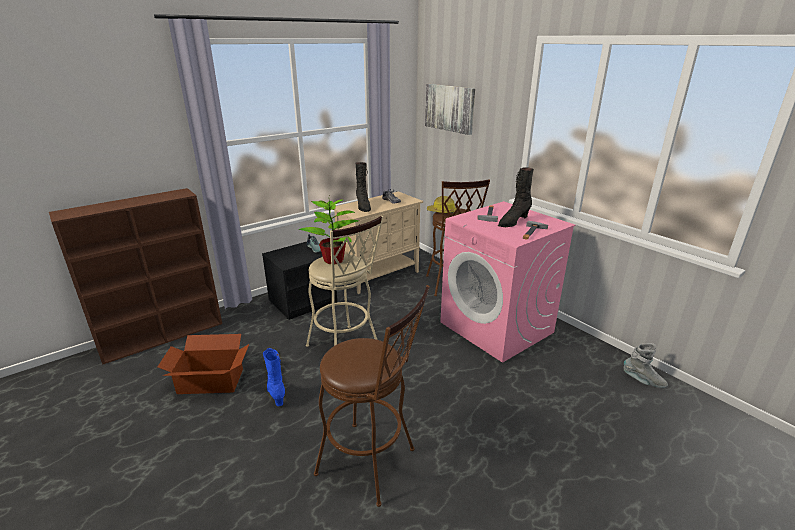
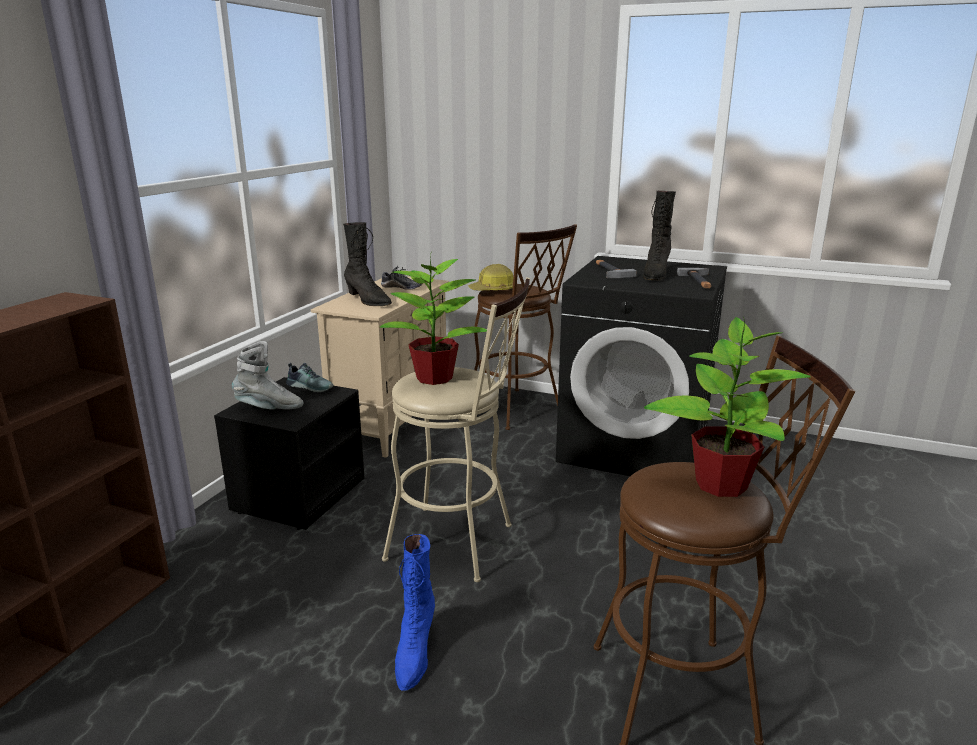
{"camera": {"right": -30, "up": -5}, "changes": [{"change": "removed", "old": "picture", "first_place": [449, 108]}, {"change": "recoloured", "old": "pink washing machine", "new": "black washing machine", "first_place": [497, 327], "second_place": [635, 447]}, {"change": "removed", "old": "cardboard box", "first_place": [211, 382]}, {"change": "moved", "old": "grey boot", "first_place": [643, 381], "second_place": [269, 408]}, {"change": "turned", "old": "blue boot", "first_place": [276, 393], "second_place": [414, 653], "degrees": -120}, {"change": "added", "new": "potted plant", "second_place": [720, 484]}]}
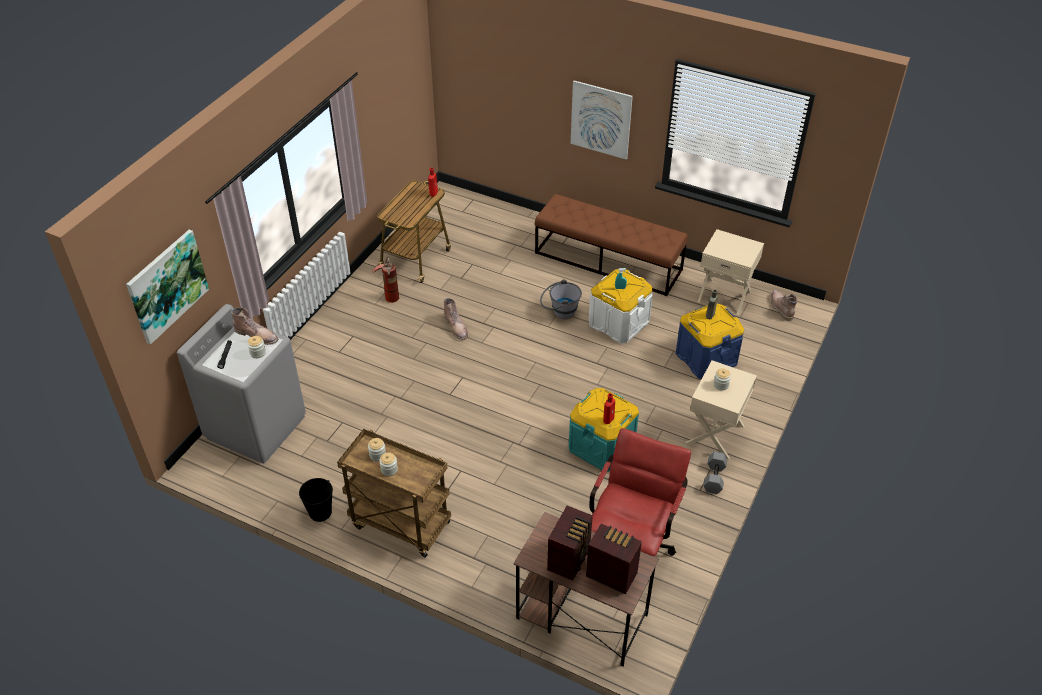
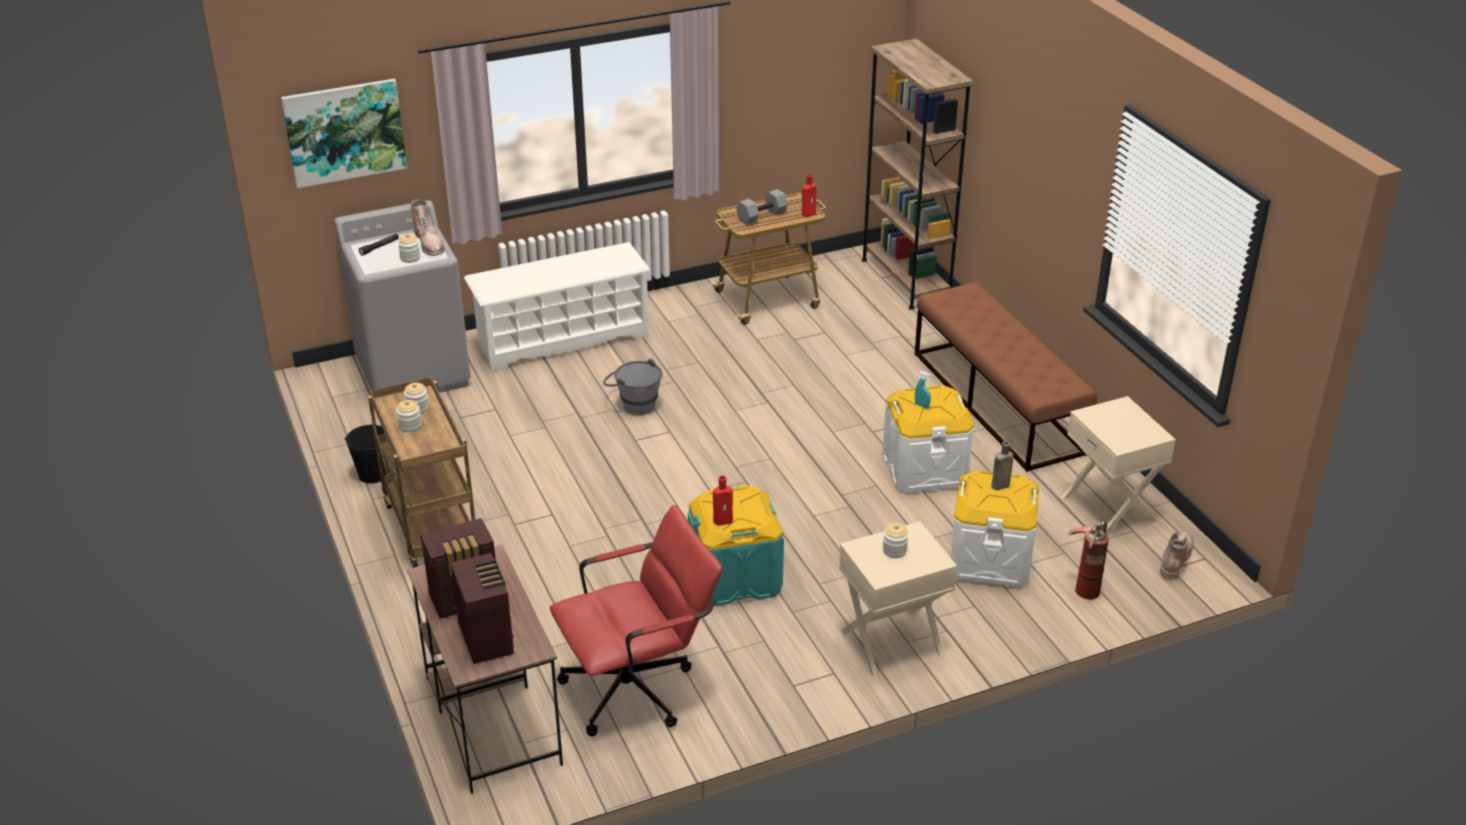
{"camera": {"right": 40, "up": -10}, "changes": [{"change": "removed", "old": "picture", "first_place": [601, 120]}, {"change": "moved", "old": "fire extinguisher", "first_place": [389, 295], "second_place": [1086, 585]}, {"change": "moved", "old": "grey bucket", "first_place": [559, 312], "second_place": [633, 404]}, {"change": "removed", "old": "brown boot", "first_place": [457, 327]}, {"change": "recoloured", "old": "blue storage box", "new": "white storage box", "first_place": [706, 358], "second_place": [990, 560]}, {"change": "moved", "old": "grey dumbbell", "first_place": [713, 477], "second_place": [761, 216]}, {"change": "added", "new": "brown bookcase", "second_place": [906, 279]}, {"change": "added", "new": "white shoe rack", "second_place": [562, 339]}]}
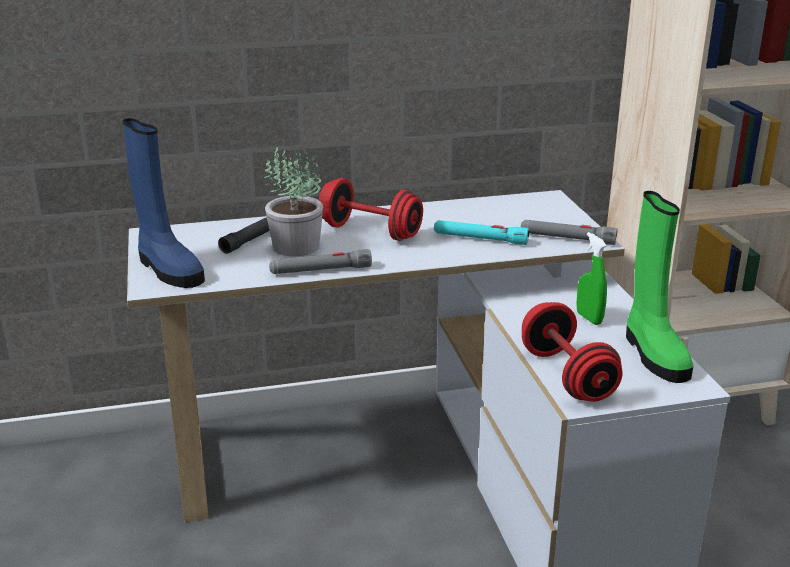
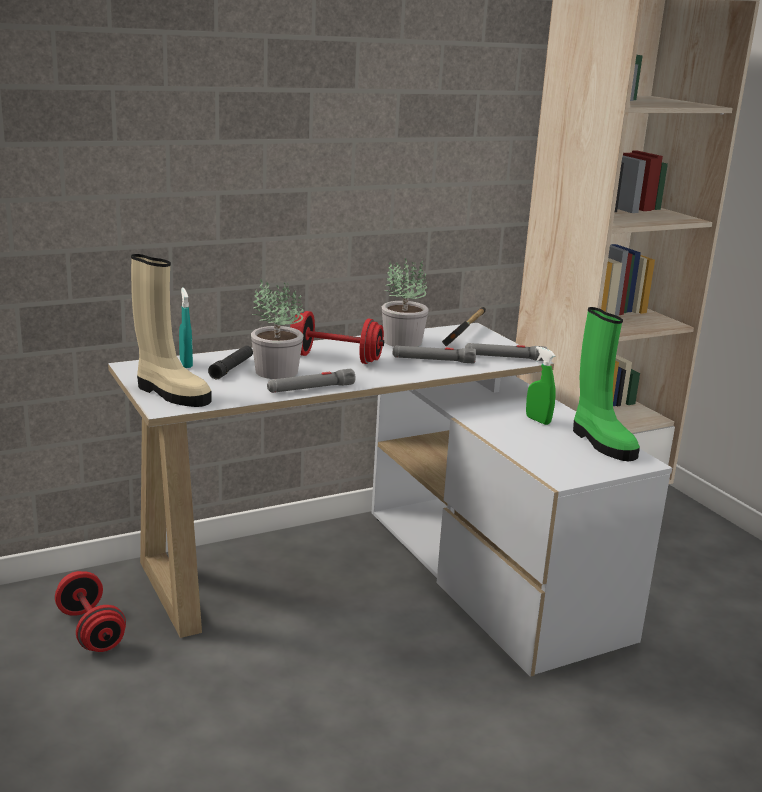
{"camera": {"right": -15, "up": -5}, "changes": [{"change": "recoloured", "old": "blue boot", "new": "beige boot", "first_place": [168, 269], "second_place": [170, 393]}, {"change": "recoloured", "old": "turquoise flashlight", "new": "grey flashlight", "first_place": [480, 239], "second_place": [433, 360]}, {"change": "moved", "old": "red dumbbell", "first_place": [567, 375], "second_place": [91, 630]}, {"change": "added", "new": "potted plant", "second_place": [403, 341]}, {"change": "added", "new": "turquoise spray bottle", "second_place": [186, 364]}, {"change": "added", "new": "hammer", "second_place": [465, 335]}]}
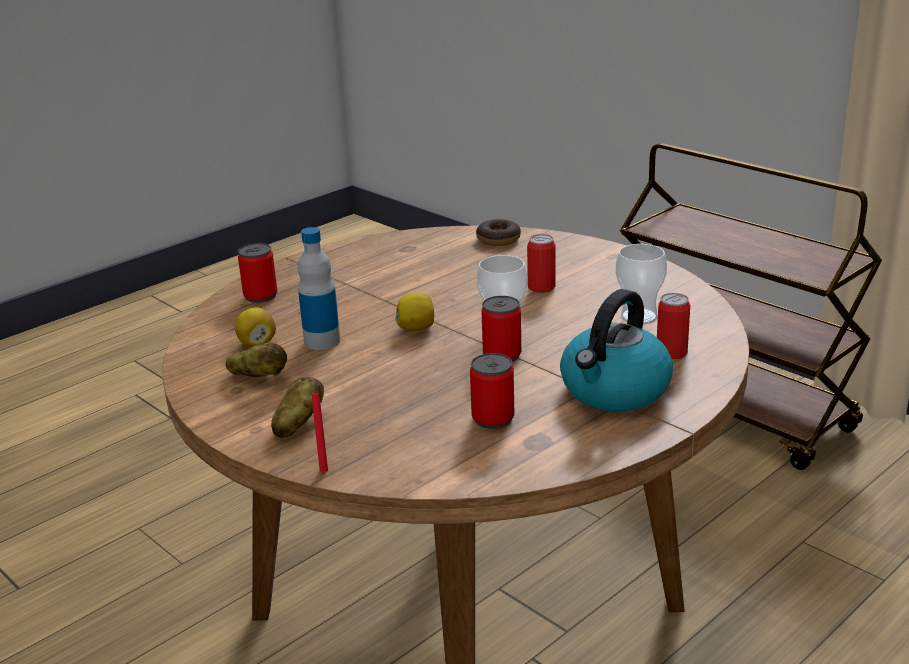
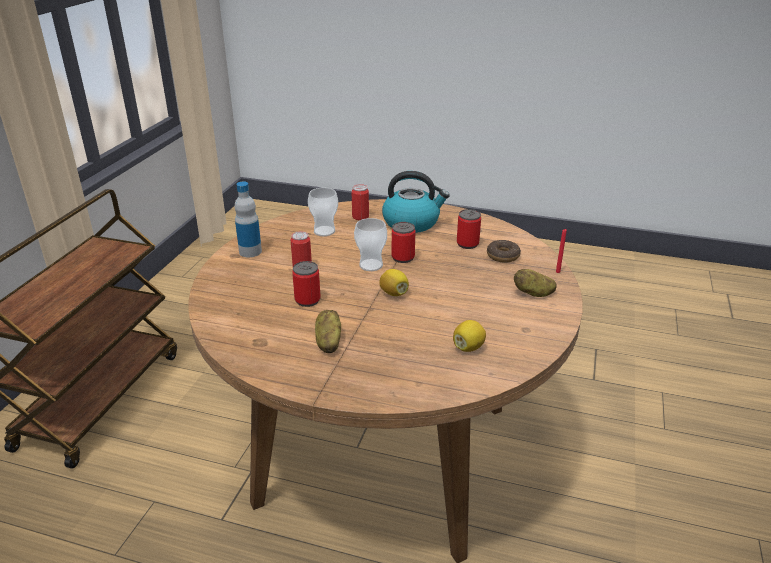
{"camera": {"right": -120, "up": 5}, "changes": [{"change": "moved", "old": "donut", "first_place": [498, 239], "second_place": [503, 256]}, {"change": "moved", "old": "bottle", "first_place": [322, 341], "second_place": [250, 251]}, {"change": "moved", "old": "can", "first_place": [260, 296], "second_place": [307, 300]}, {"change": "moved", "old": "potato", "first_place": [259, 377], "second_place": [328, 342]}]}
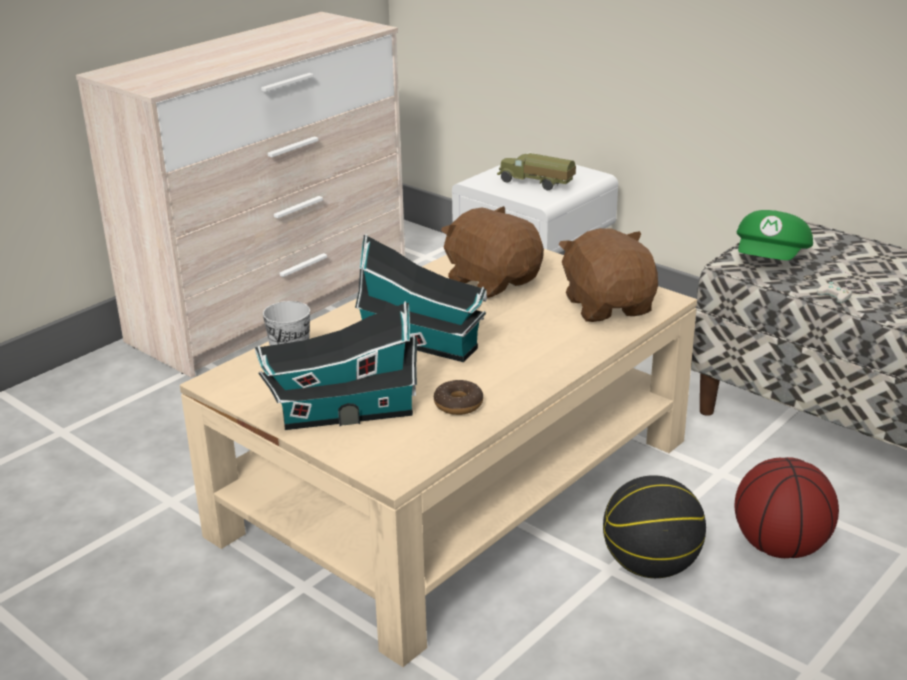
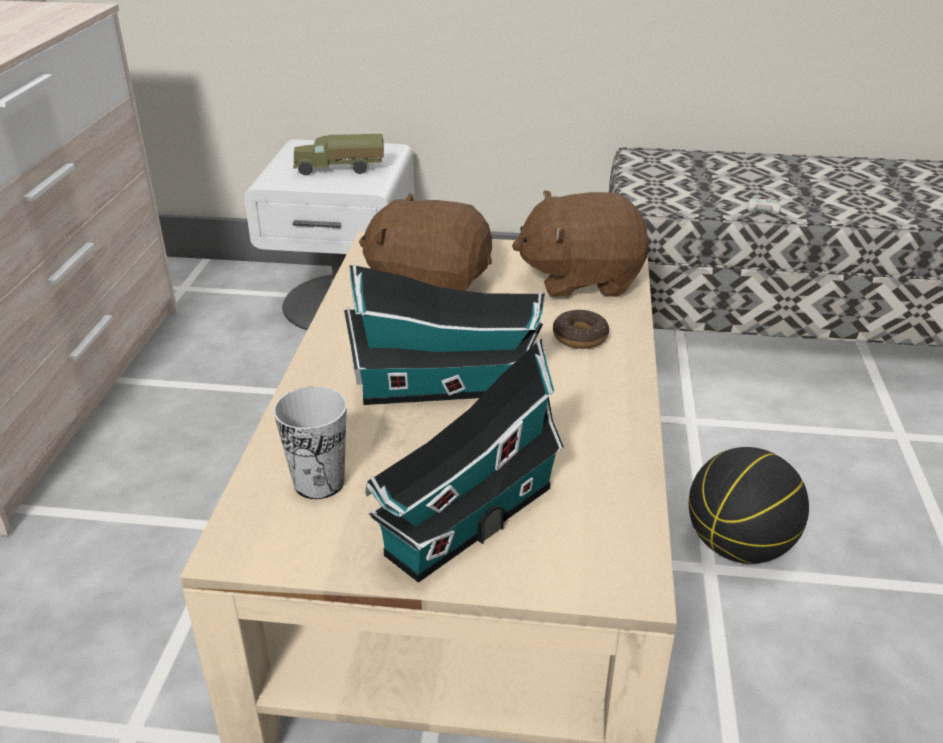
{"camera": {"right": -35, "up": 5}, "changes": [{"change": "removed", "old": "green cap", "first_place": [771, 260]}, {"change": "turned", "old": "brown plush toy", "first_place": [608, 306], "second_place": [581, 279], "degrees": -45}, {"change": "moved", "old": "donut", "first_place": [458, 404], "second_place": [580, 337]}, {"change": "removed", "old": "basketball", "first_place": [780, 546]}]}
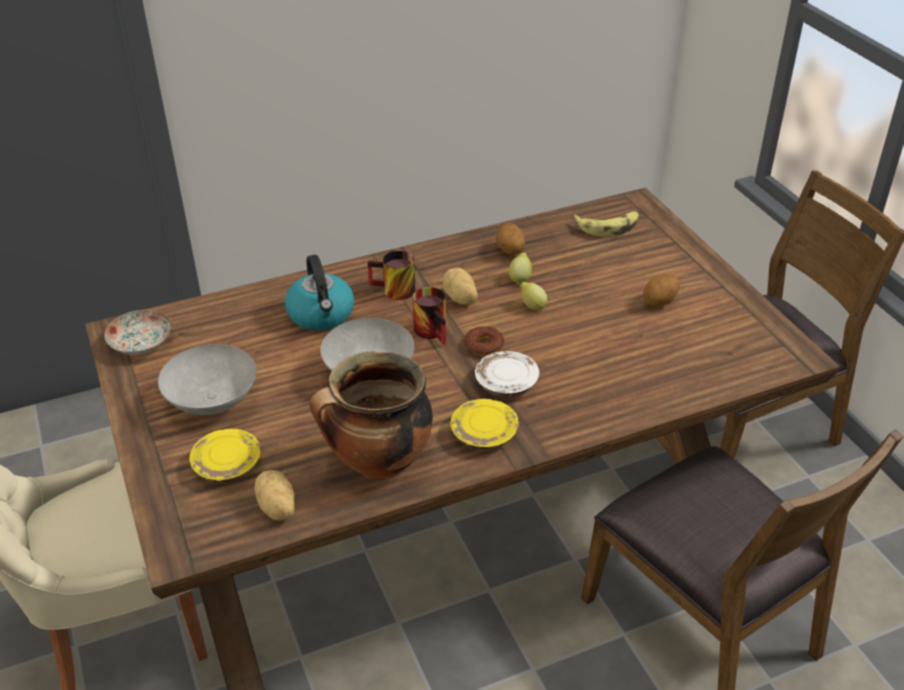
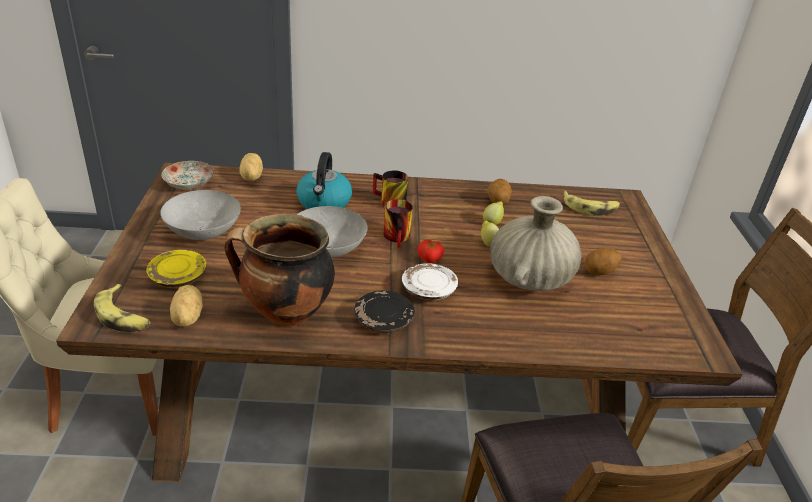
{"camera": {"right": 20, "up": -5}, "changes": [{"change": "moved", "old": "potato", "first_place": [459, 299], "second_place": [250, 177]}, {"change": "replaced", "old": "donut", "new": "tomato", "first_place": [484, 345], "second_place": [430, 258]}, {"change": "recoloured", "old": "yellow plate", "new": "black plate", "first_place": [484, 433], "second_place": [384, 320]}, {"change": "added", "new": "beige vase", "second_place": [530, 279]}, {"change": "added", "new": "banana", "second_place": [123, 316]}]}
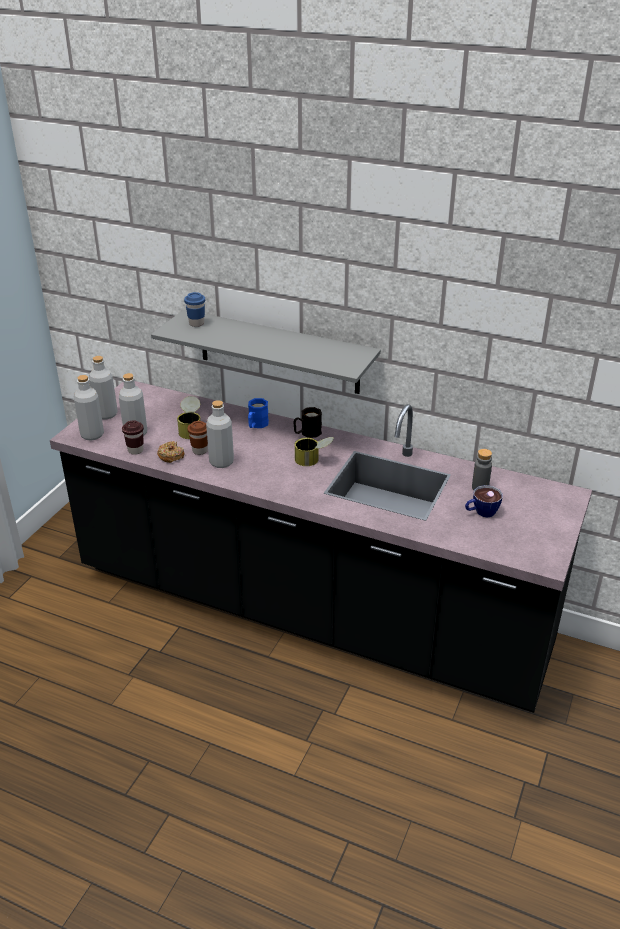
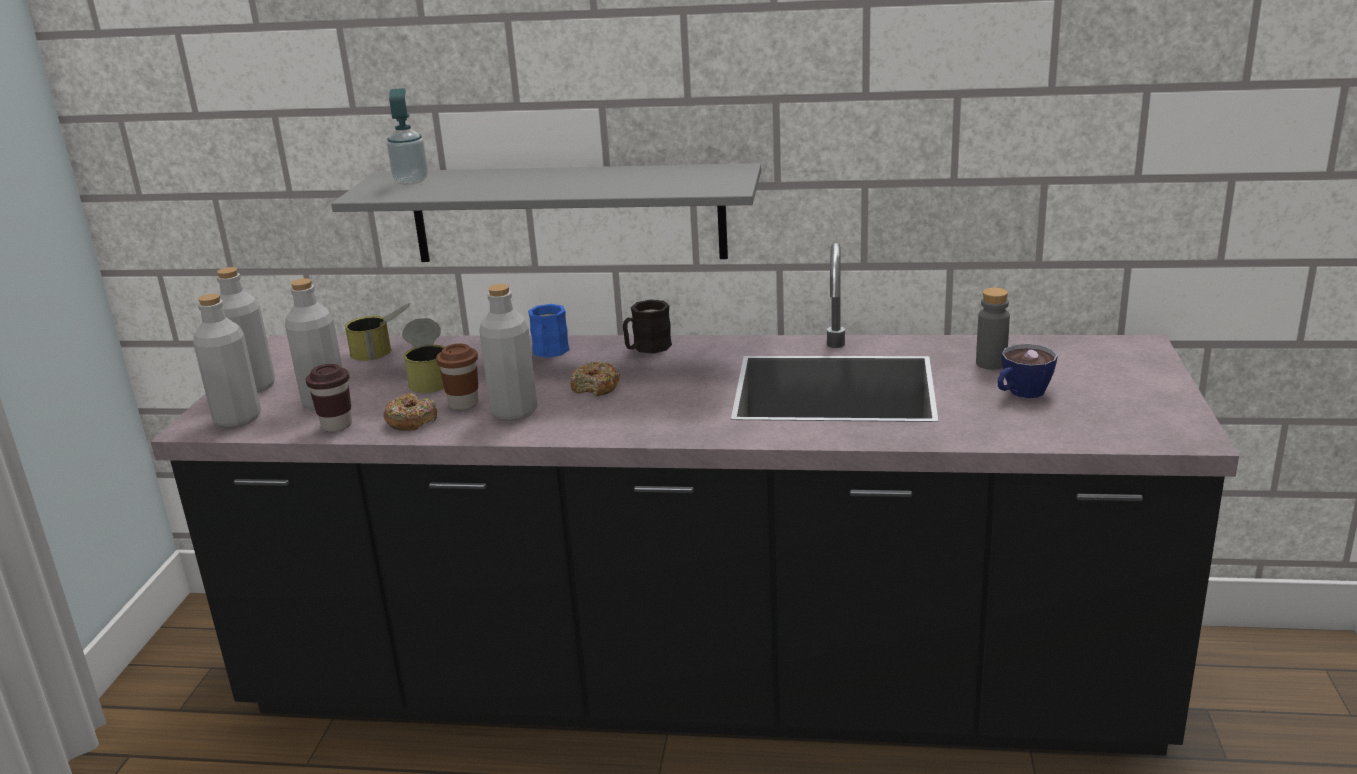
{"camera": {"right": -15, "up": -10}, "changes": [{"change": "replaced", "old": "blue cup", "new": "soap dispenser", "first_place": [196, 323], "second_place": [411, 181]}, {"change": "moved", "old": "can", "first_place": [313, 461], "second_place": [383, 352]}, {"change": "added", "new": "donut", "second_place": [596, 387]}]}
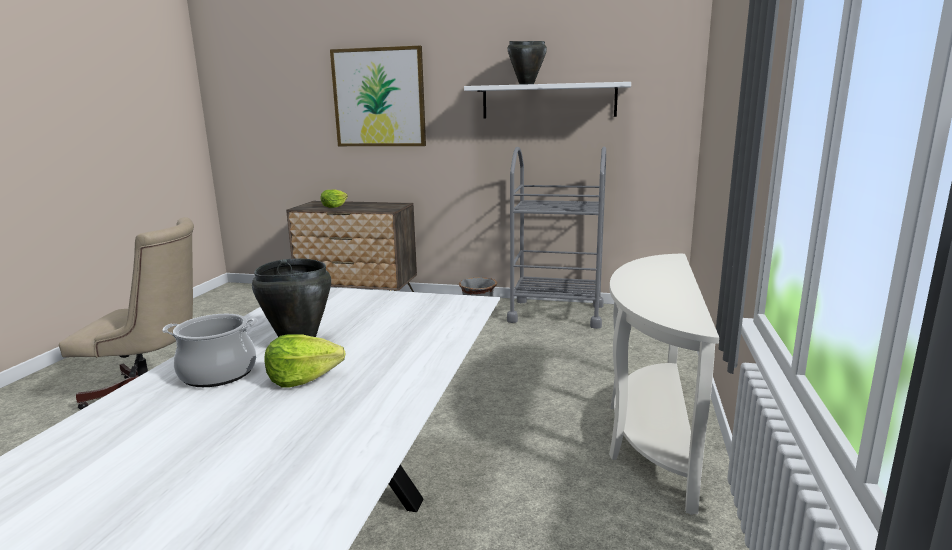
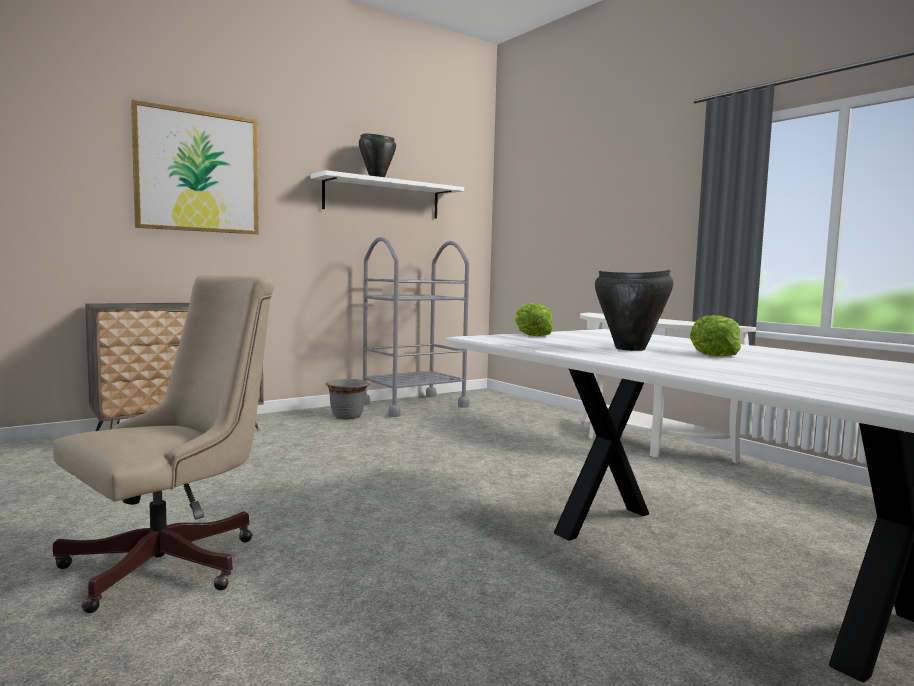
{"camera": {"right": -50, "up": -10}, "changes": [{"change": "moved", "old": "lettuce", "first_place": [334, 206], "second_place": [530, 335]}, {"change": "removed", "old": "cooking pot", "first_place": [217, 373]}]}
